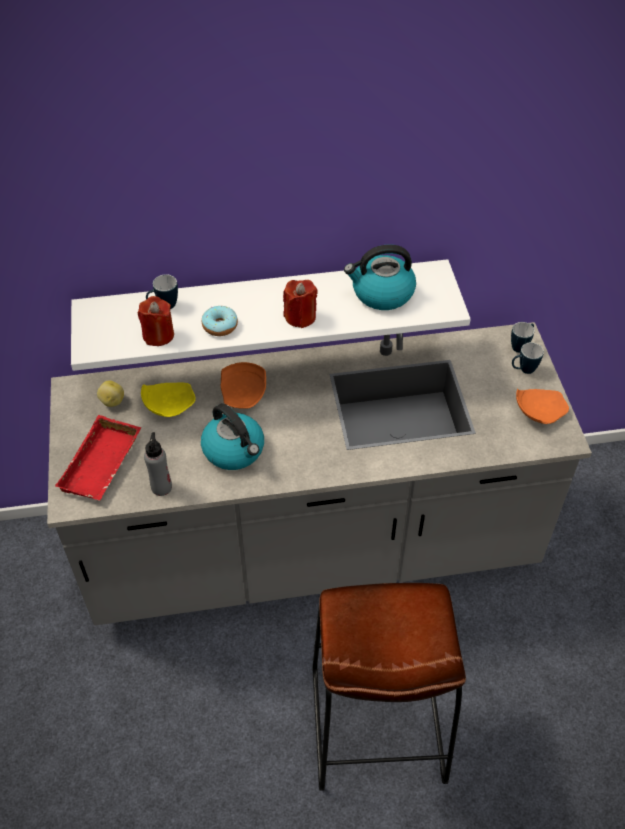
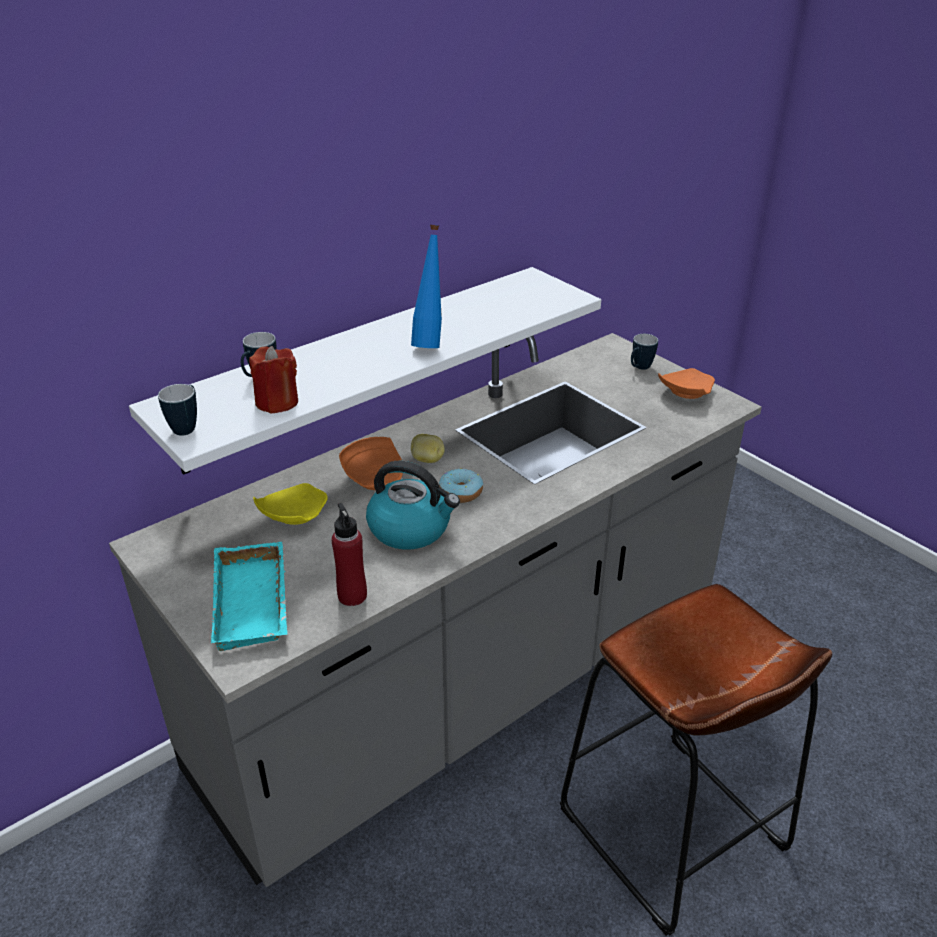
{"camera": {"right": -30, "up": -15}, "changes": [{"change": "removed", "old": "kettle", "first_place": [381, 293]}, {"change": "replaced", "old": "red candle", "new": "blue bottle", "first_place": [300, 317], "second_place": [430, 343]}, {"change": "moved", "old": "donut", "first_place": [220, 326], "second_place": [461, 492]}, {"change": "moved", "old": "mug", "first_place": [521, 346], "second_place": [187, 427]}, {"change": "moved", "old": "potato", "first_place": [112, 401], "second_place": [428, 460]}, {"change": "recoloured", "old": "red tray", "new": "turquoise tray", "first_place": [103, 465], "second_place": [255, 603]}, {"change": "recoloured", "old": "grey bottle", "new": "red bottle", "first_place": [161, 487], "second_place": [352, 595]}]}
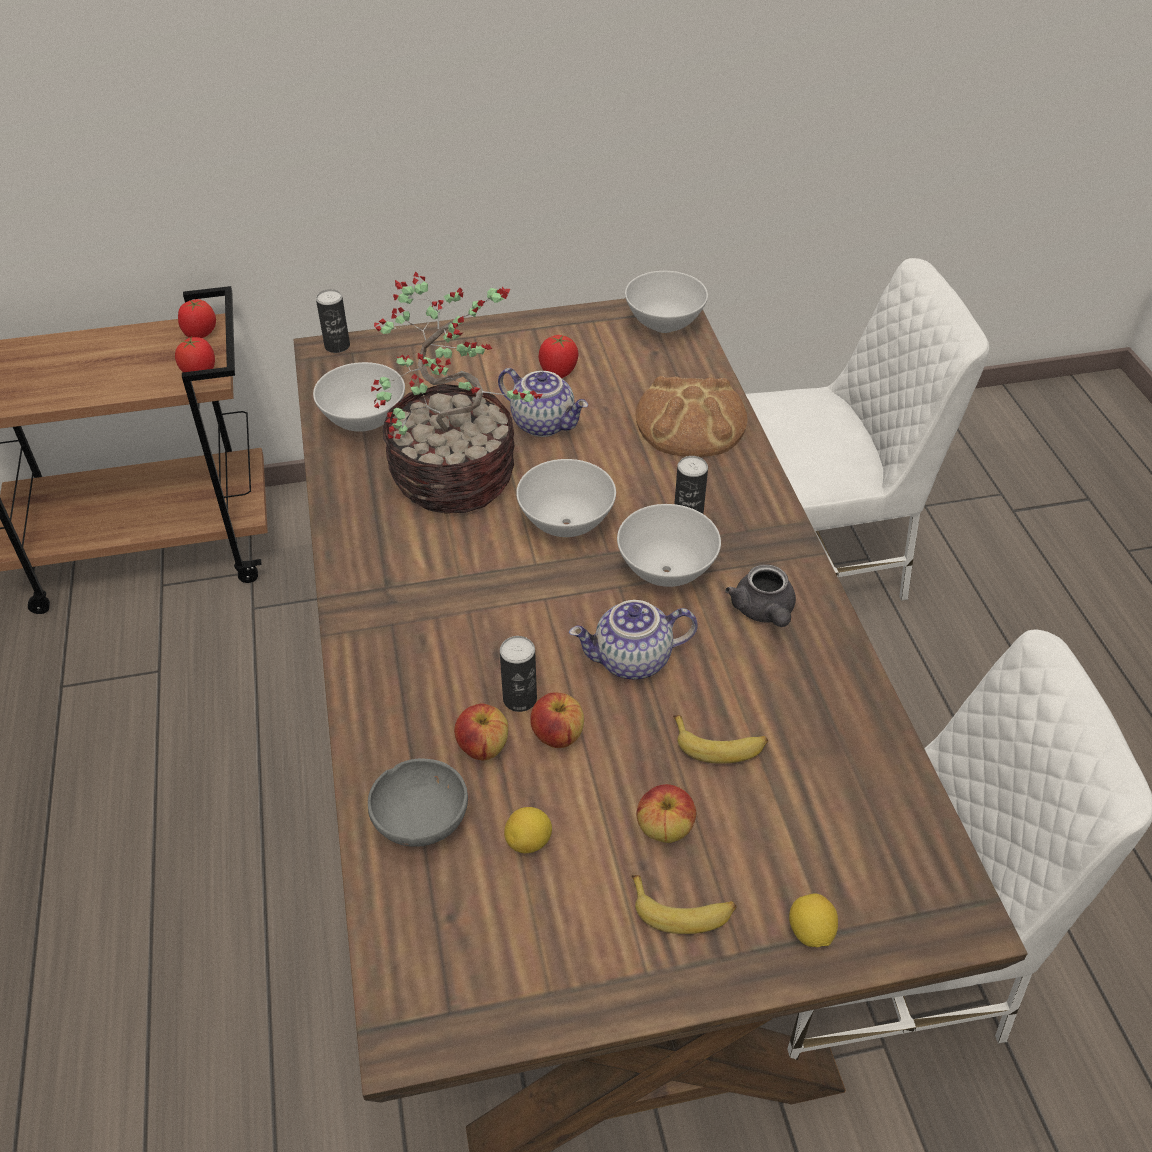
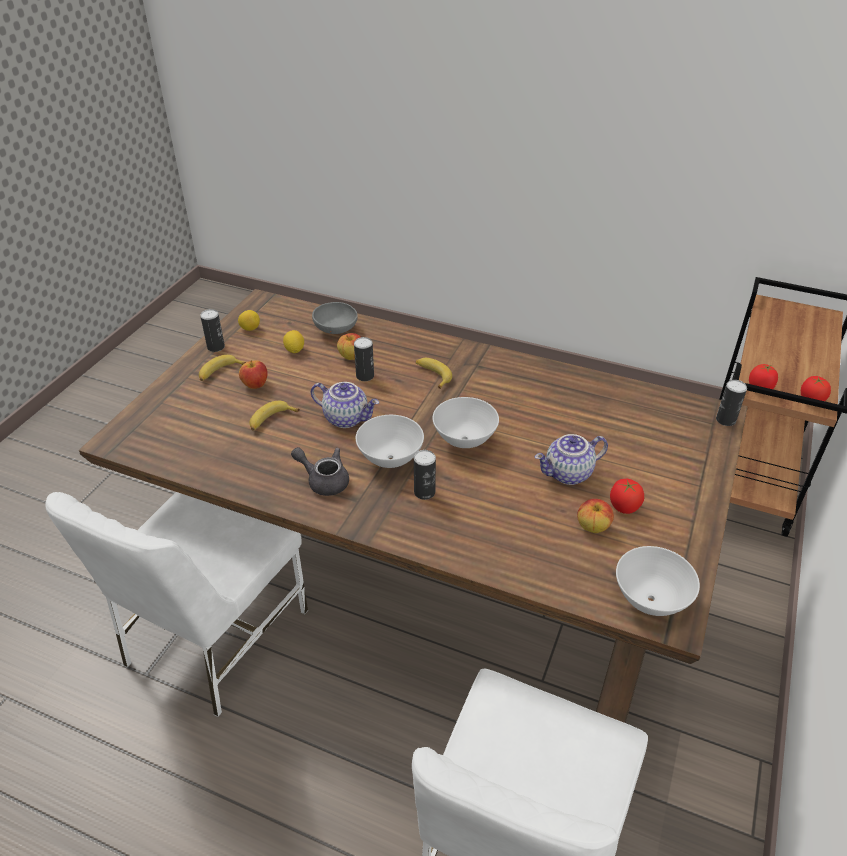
{"camera": {"right": 125, "up": -5}, "changes": [{"change": "removed", "old": "potted plant", "first_place": [457, 476]}, {"change": "removed", "old": "white bowl", "first_place": [364, 423]}, {"change": "removed", "old": "bread", "first_place": [691, 421]}, {"change": "turned", "old": "teapot", "first_place": [632, 661], "second_place": [347, 418], "degrees": 90}, {"change": "moved", "old": "apple", "first_place": [557, 735], "second_place": [593, 527]}, {"change": "moved", "old": "lemon", "first_place": [810, 932], "second_place": [250, 328]}, {"change": "added", "new": "can", "second_place": [216, 347]}, {"change": "added", "new": "banana", "second_place": [432, 375]}]}
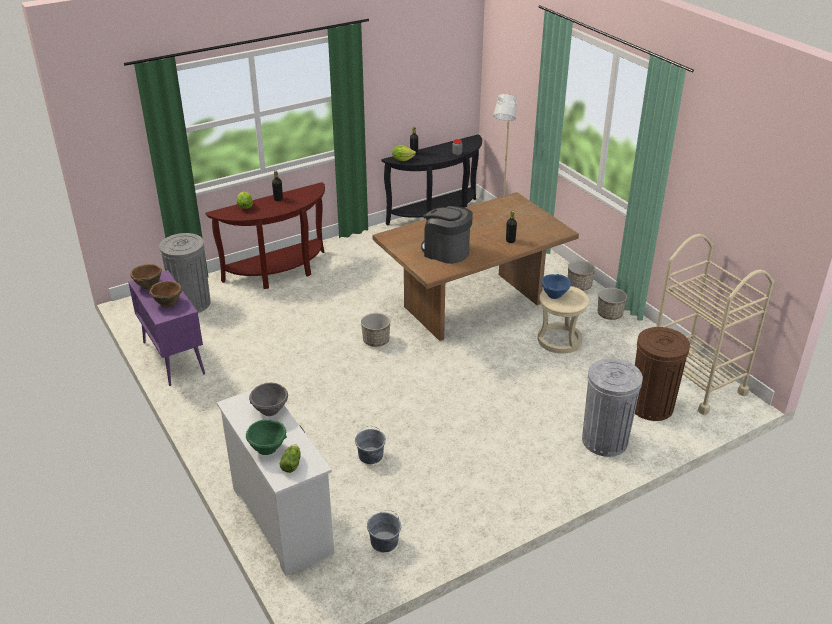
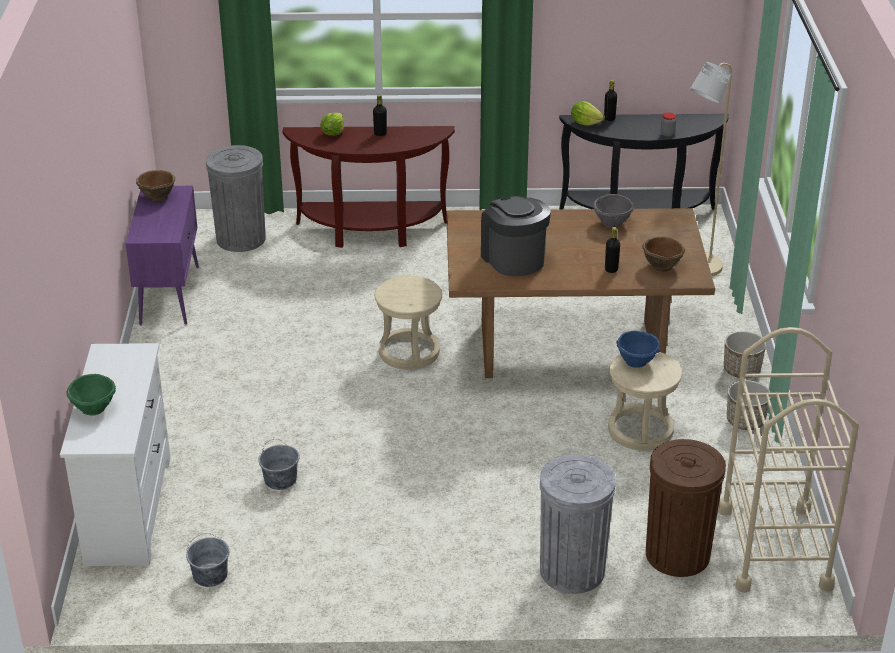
{"camera": {"right": 30, "up": 0}, "changes": [{"change": "moved", "old": "brown bowl", "first_place": [167, 303], "second_place": [661, 266]}, {"change": "replaced", "old": "planter", "new": "beige stool", "first_place": [376, 340], "second_place": [409, 352]}, {"change": "moved", "old": "grey bowl", "first_place": [270, 410], "second_place": [612, 223]}, {"change": "removed", "old": "lettuce", "first_place": [292, 463]}]}
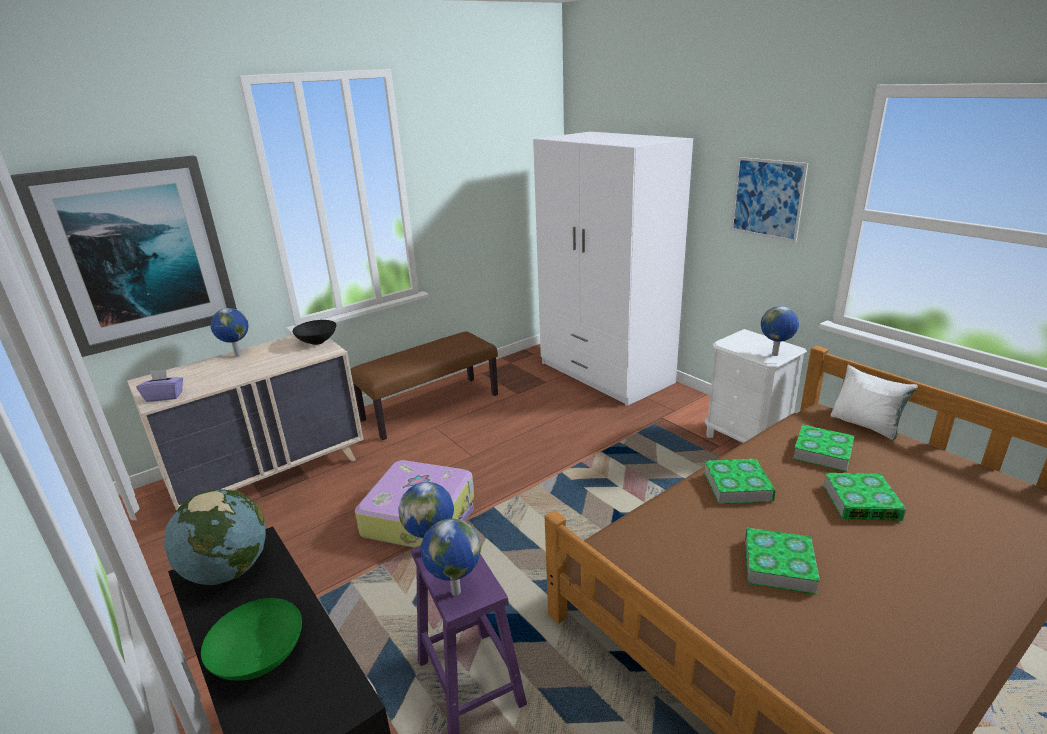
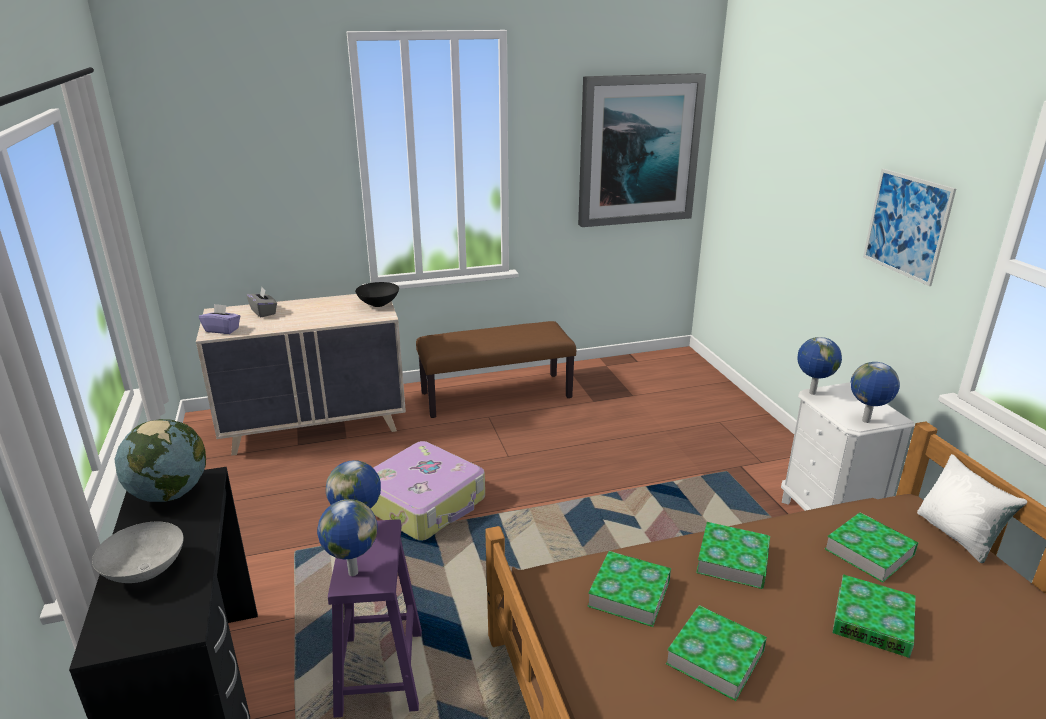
{"camera": {"right": 20, "up": 0}, "changes": [{"change": "removed", "old": "white wardrobe", "first_place": [605, 373]}, {"change": "moved", "old": "picture", "first_place": [137, 253], "second_place": [638, 150]}, {"change": "moved", "old": "globe", "first_place": [237, 355], "second_place": [811, 393]}, {"change": "recoloured", "old": "green bowl", "new": "grey bowl", "first_place": [259, 660], "second_place": [144, 572]}, {"change": "added", "new": "grey tissue box", "second_place": [264, 312]}, {"change": "added", "new": "book", "second_place": [629, 593]}]}
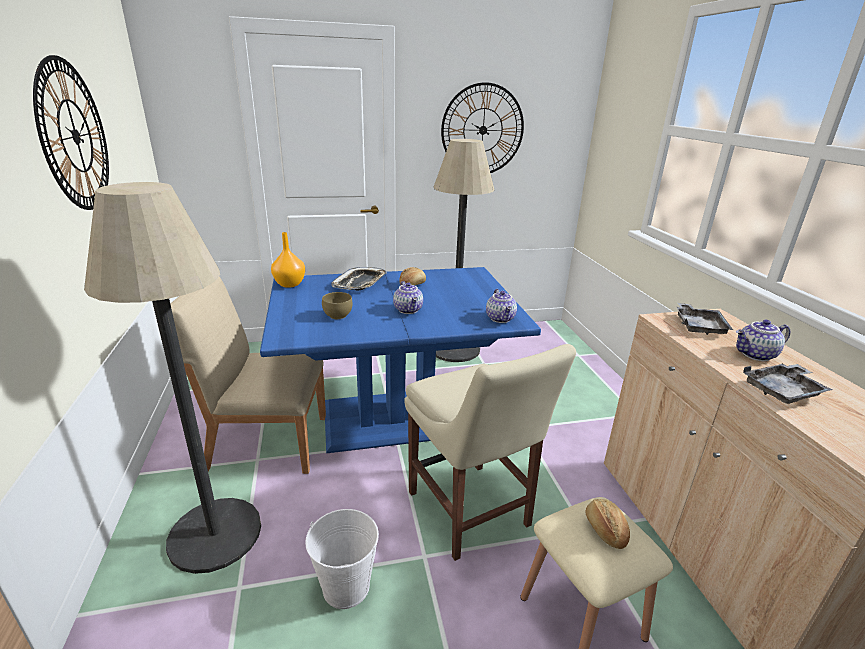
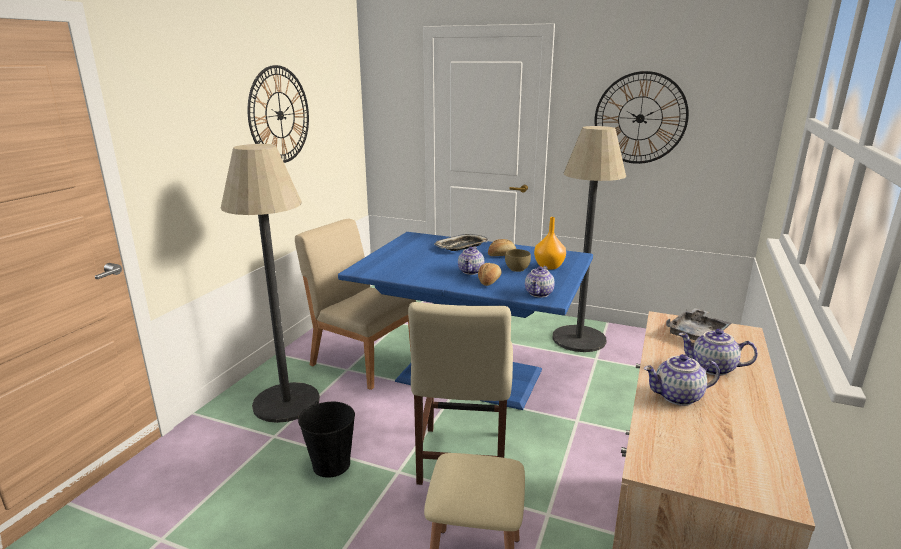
{"camera": {"right": 35, "up": -5}, "changes": [{"change": "moved", "old": "orange vase", "first_place": [289, 284], "second_place": [548, 266]}, {"change": "moved", "old": "brown bowl", "first_place": [338, 316], "second_place": [517, 269]}, {"change": "replaced", "old": "grey tray", "new": "teapot", "first_place": [783, 391], "second_place": [677, 397]}, {"change": "moved", "old": "bread", "first_place": [604, 530], "second_place": [489, 281]}, {"change": "recoloured", "old": "white bucket", "new": "black bucket", "first_place": [346, 586], "second_place": [331, 464]}]}
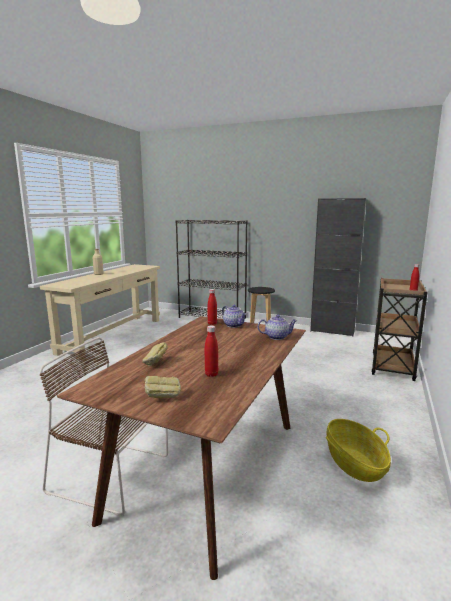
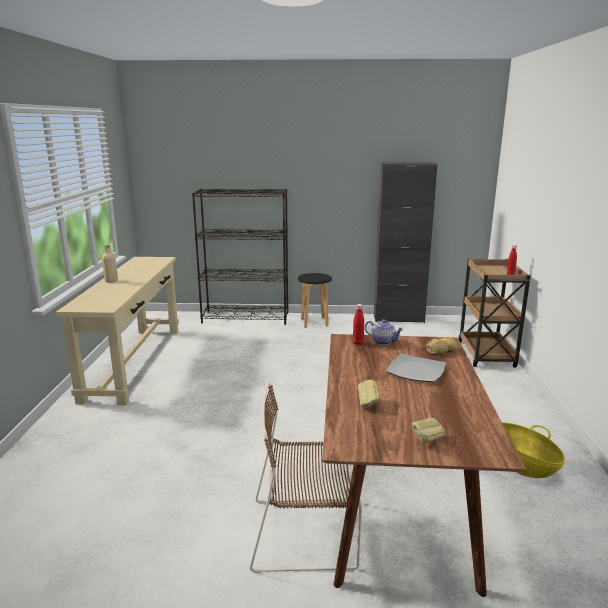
{"camera": {"right": -20, "up": 5}, "changes": [{"change": "replaced", "old": "teapot", "new": "bread", "first_place": [277, 337], "second_place": [442, 351]}, {"change": "removed", "old": "red bottle", "first_place": [211, 374]}, {"change": "added", "new": "plate", "second_place": [416, 370]}]}
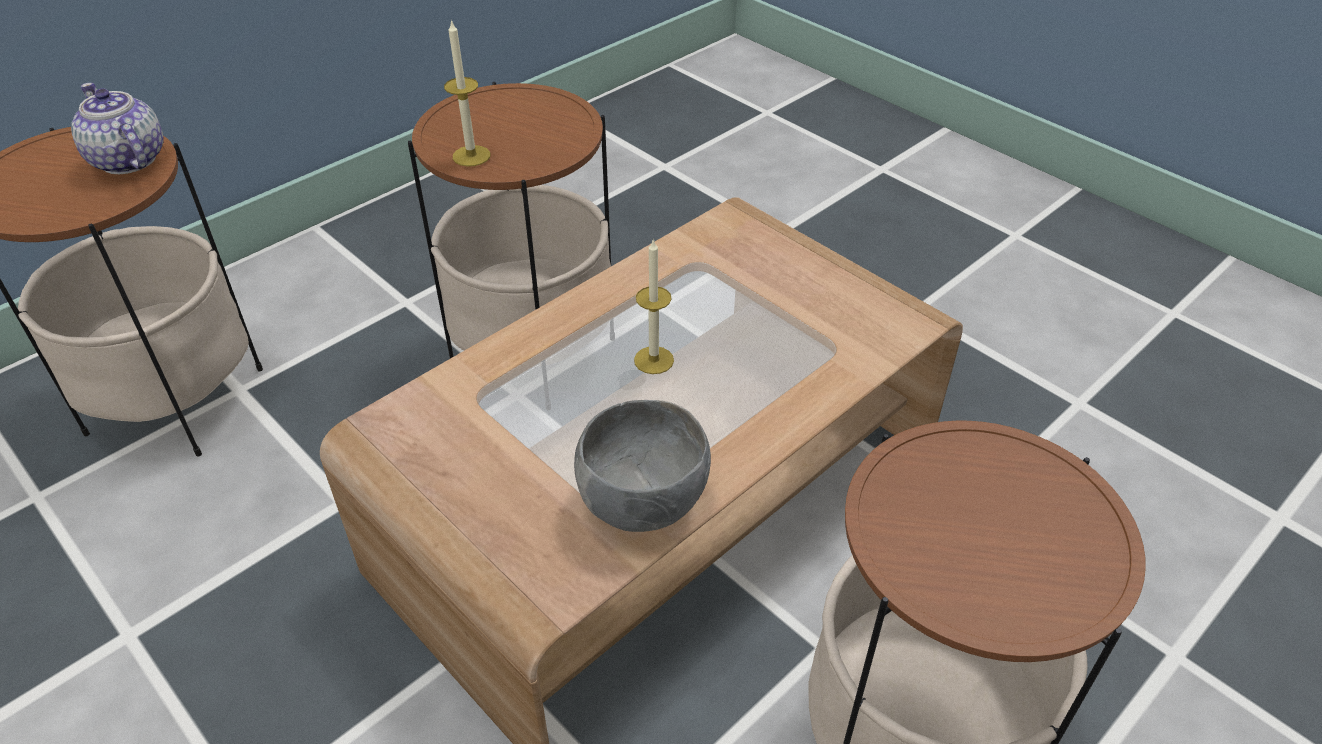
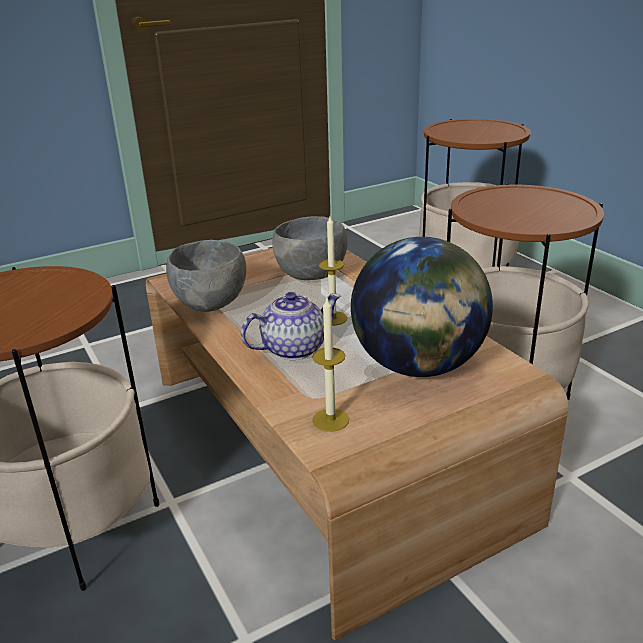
{"camera": {"right": 105, "up": -15}, "changes": [{"change": "moved", "old": "candle", "first_place": [471, 156], "second_place": [330, 420]}, {"change": "moved", "old": "teapot", "first_place": [128, 161], "second_place": [293, 349]}, {"change": "added", "new": "grey bowl", "second_place": [312, 276]}, {"change": "added", "new": "globe", "second_place": [418, 366]}]}
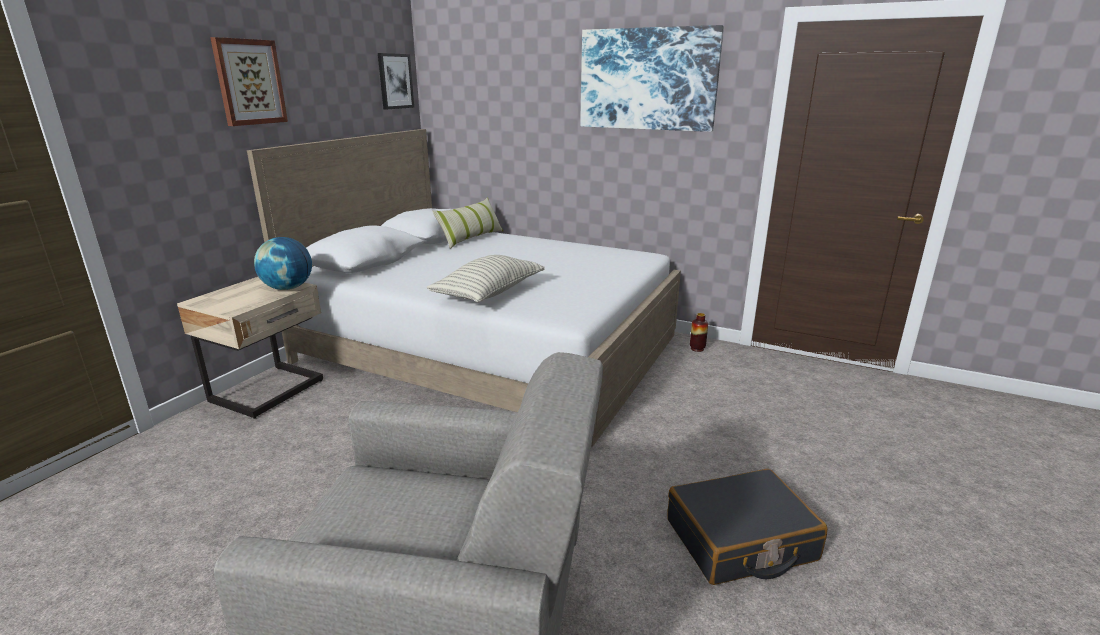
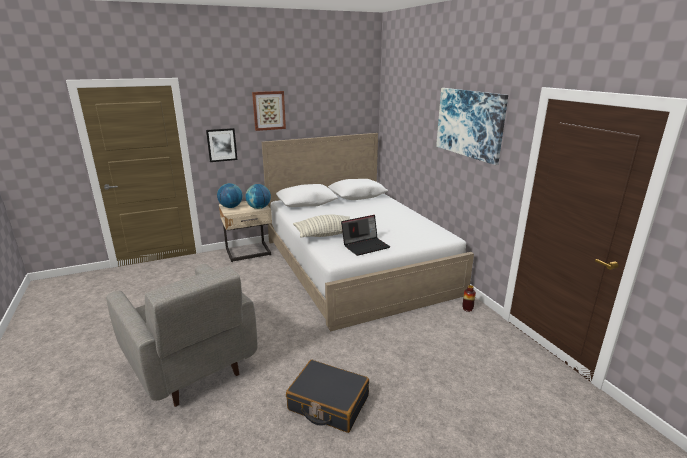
{"camera": {"right": 40, "up": 0}, "changes": [{"change": "moved", "old": "picture", "first_place": [395, 81], "second_place": [221, 145]}, {"change": "removed", "old": "pillow", "first_place": [471, 238]}, {"change": "added", "new": "globe", "second_place": [231, 207]}, {"change": "added", "new": "laptop", "second_place": [365, 245]}]}
